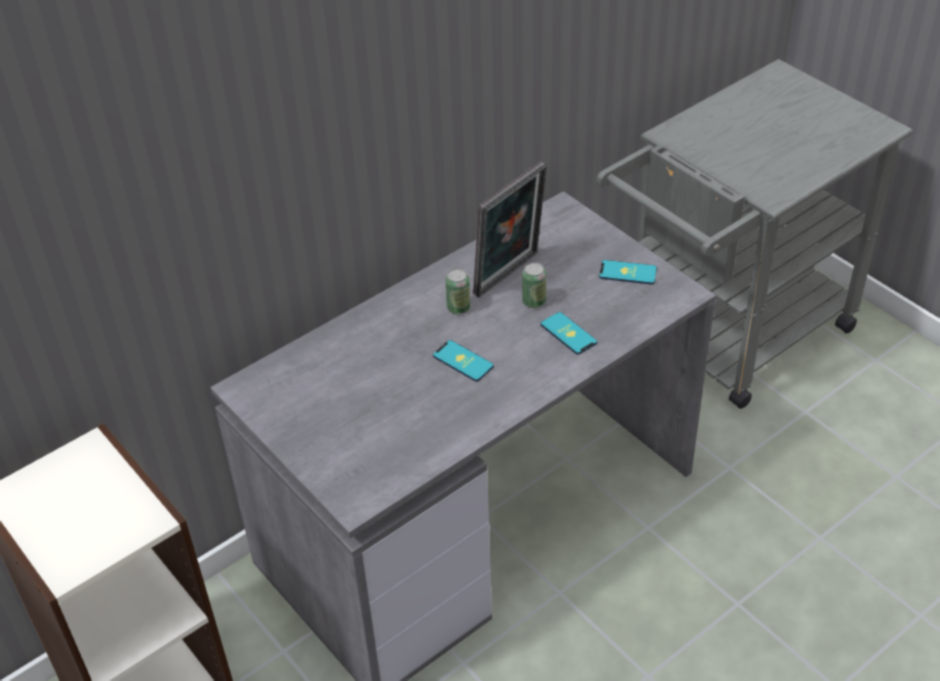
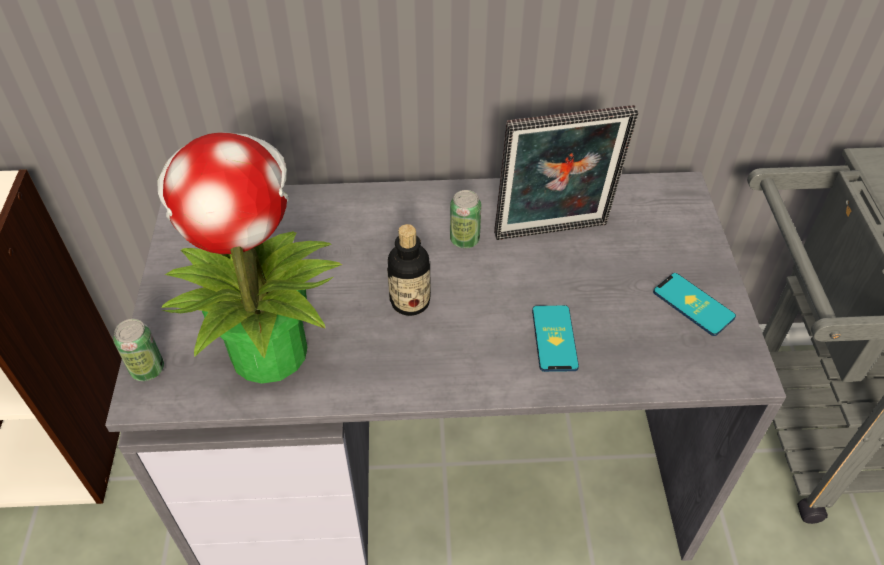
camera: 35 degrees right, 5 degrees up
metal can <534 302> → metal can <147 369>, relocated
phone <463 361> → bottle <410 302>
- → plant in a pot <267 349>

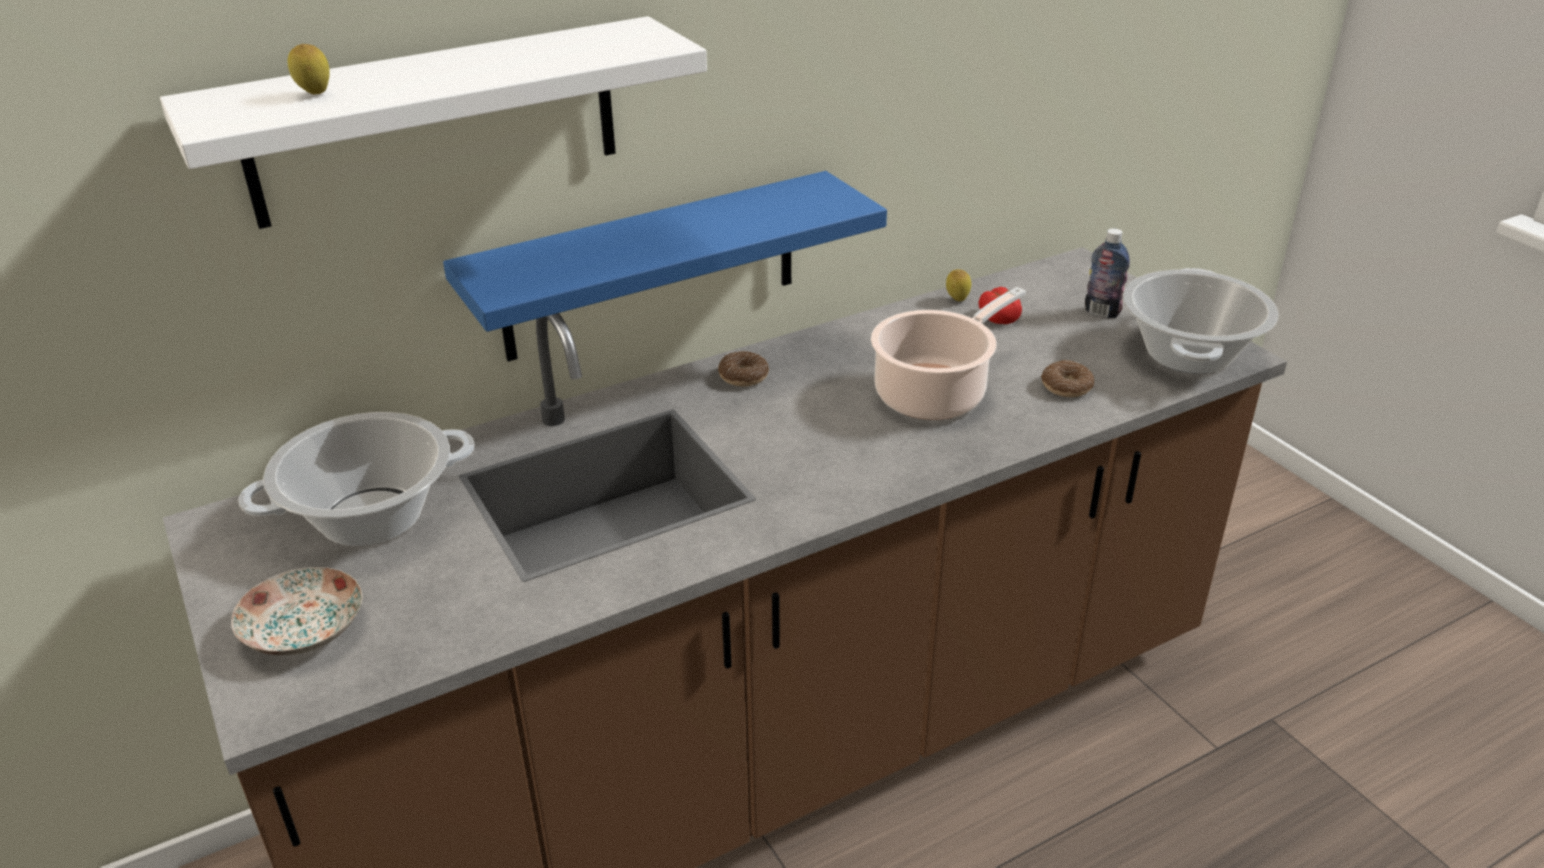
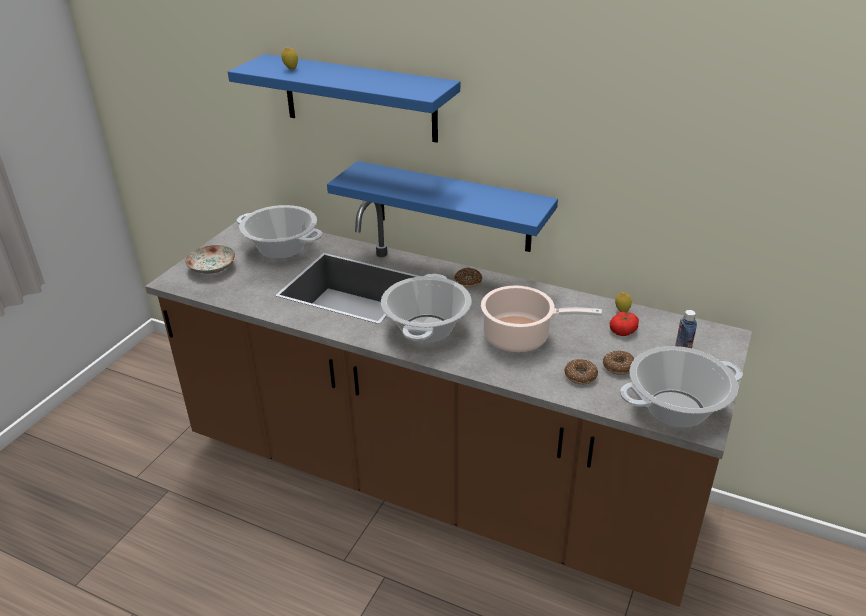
camera: 55 degrees right, 0 degrees up
whitish wall shelf <435 122> → blue-coloured wall shelf <359 98>
- → cooking pot <426 329>
- → ring doughnut <618 367>

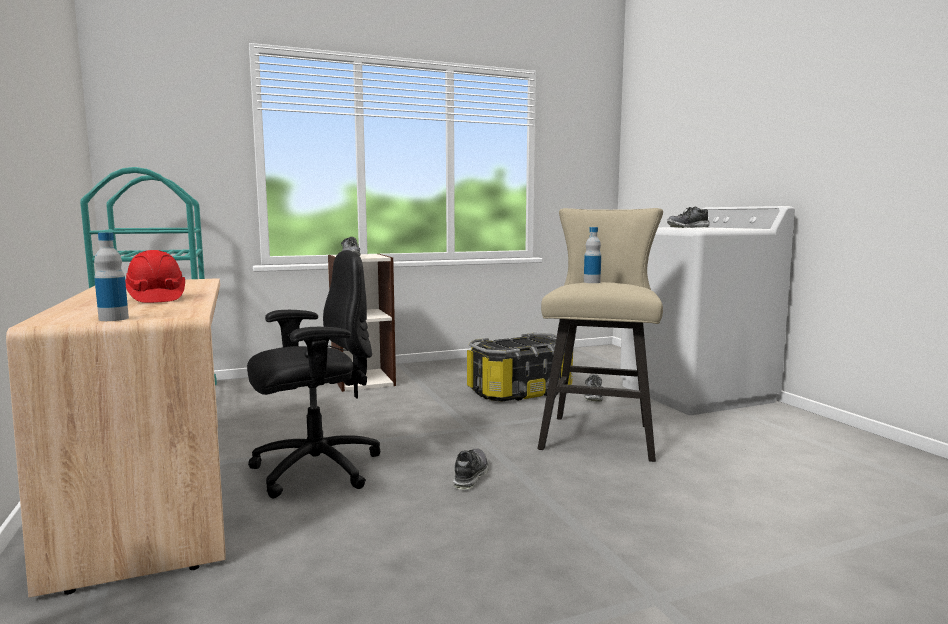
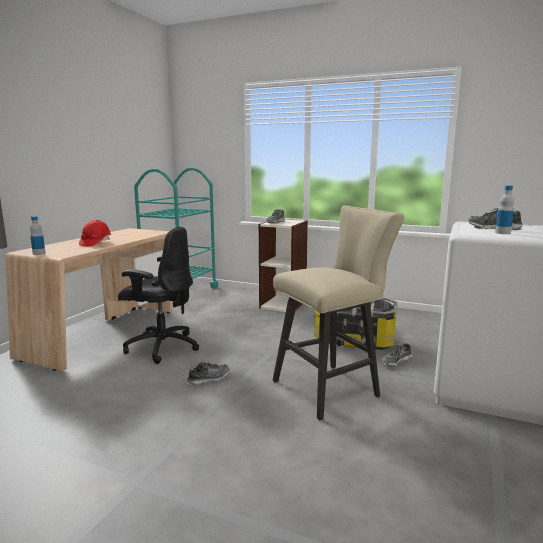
camera: 45 degrees right, 5 degrees up
bottle <592 282> → bottle <502 233>, relocated

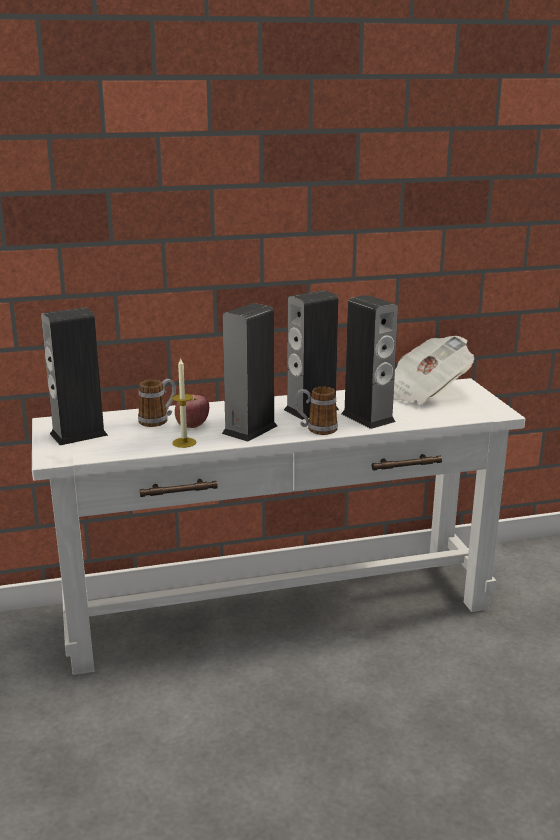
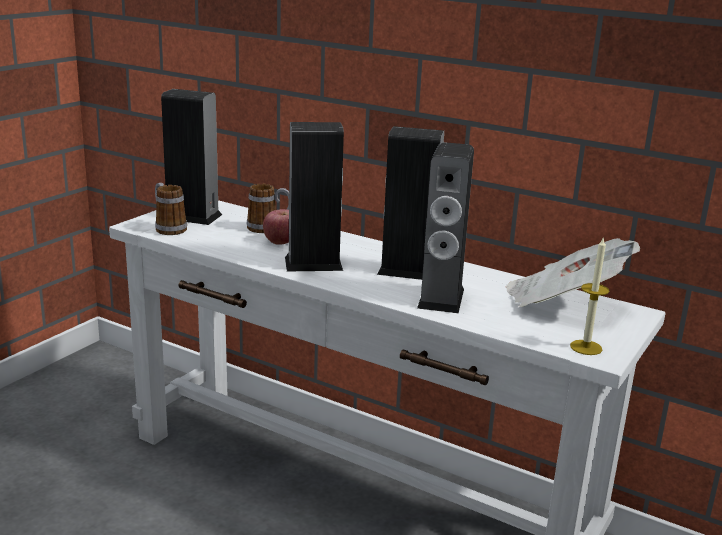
camera: 45 degrees right, 0 degrees up
wax light <184 442> → wax light <586 347>, relocated
tea mug <316 429> → tea mug <168 228>, relocated

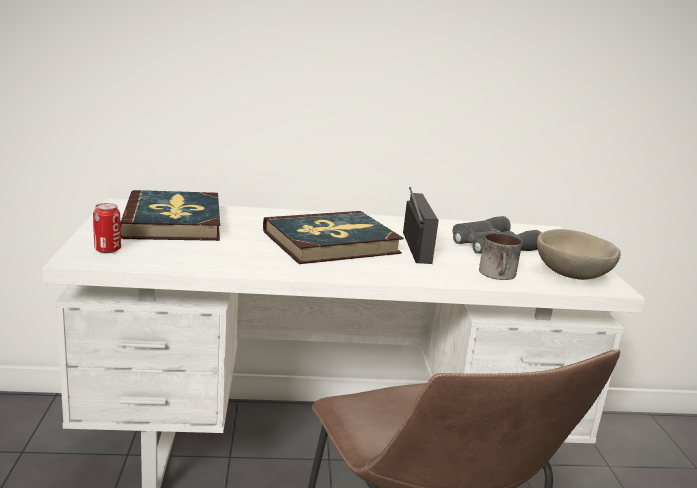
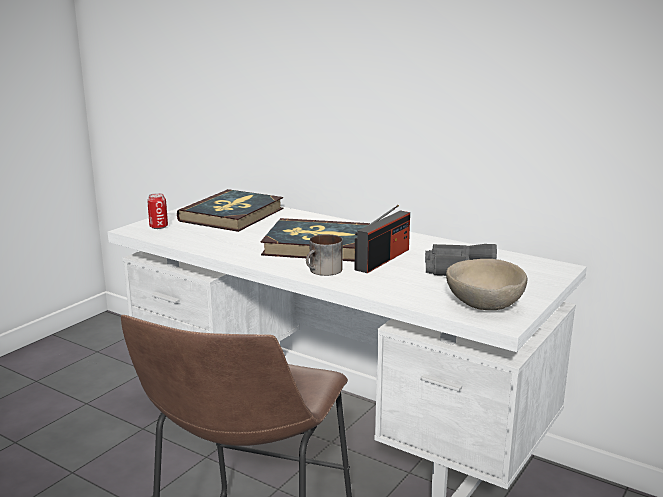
camera: 40 degrees right, 0 degrees up
tea mug <499 275> → tea mug <323 271>, relocated

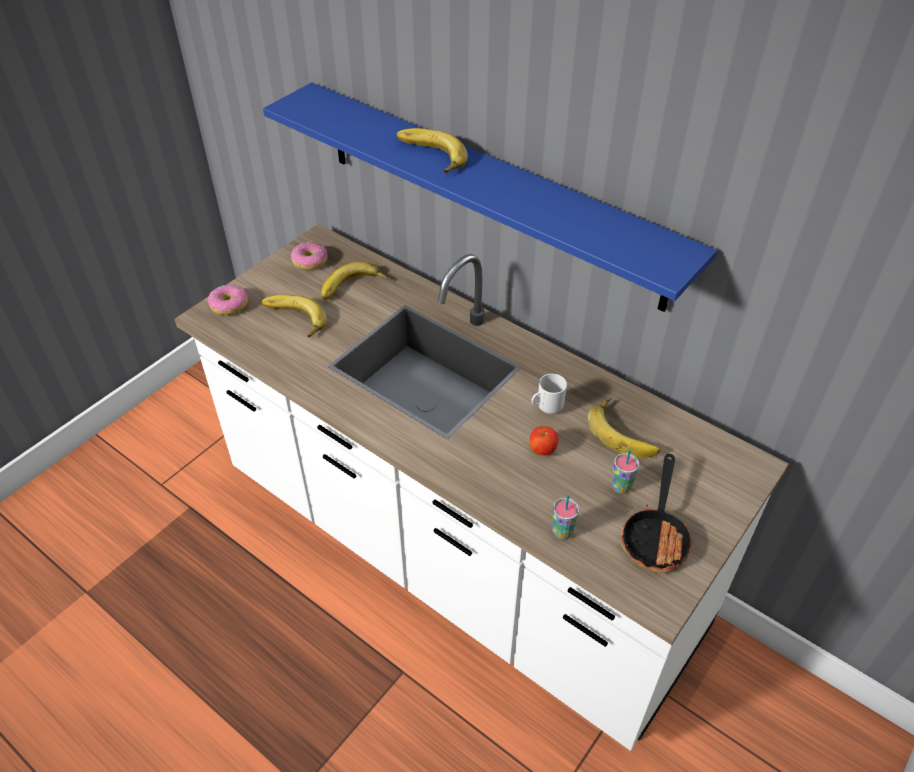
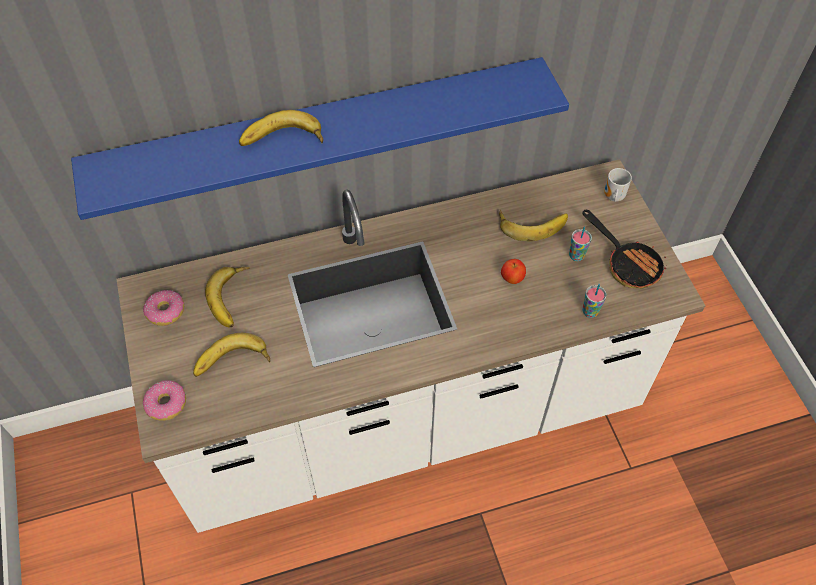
camera: 55 degrees left, 10 degrees up
tea mug <547 408> → tea mug <612 197>, relocated

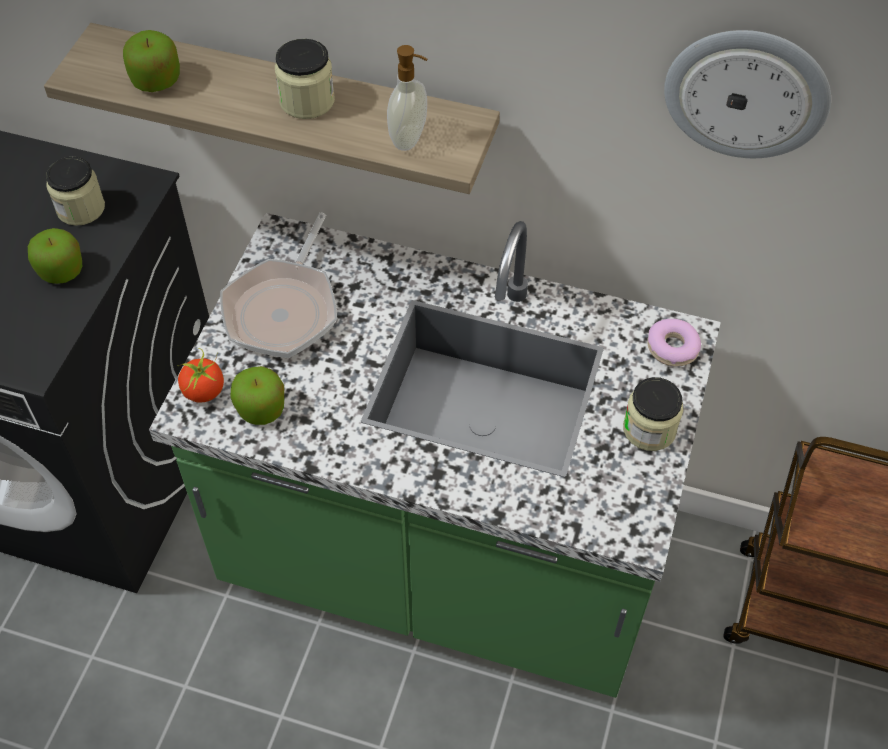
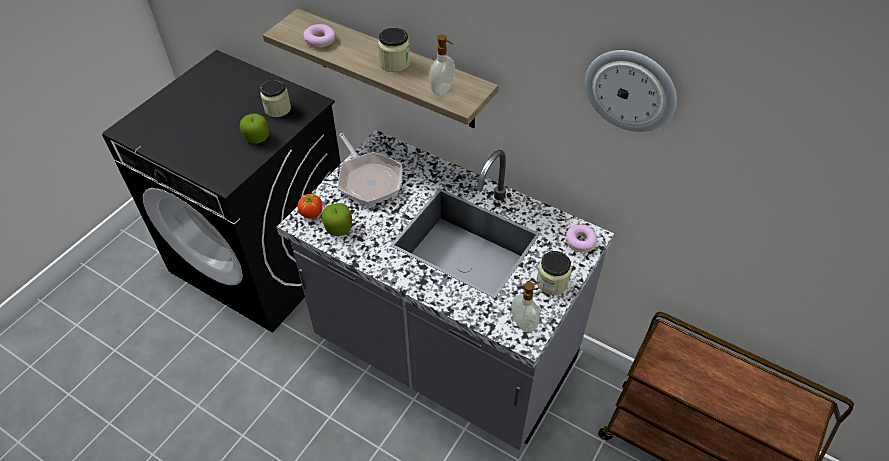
camera: 15 degrees right, 5 degrees down
whole apple <156 80> → ring doughnut <320 41>
green-coloured kitchen counter <443 562> → greyish kitchen counter <444 353>
frying pan <284 308> → frying pan <368 179>, 60 degrees counterclockwise
- → soap bottle <524 323>

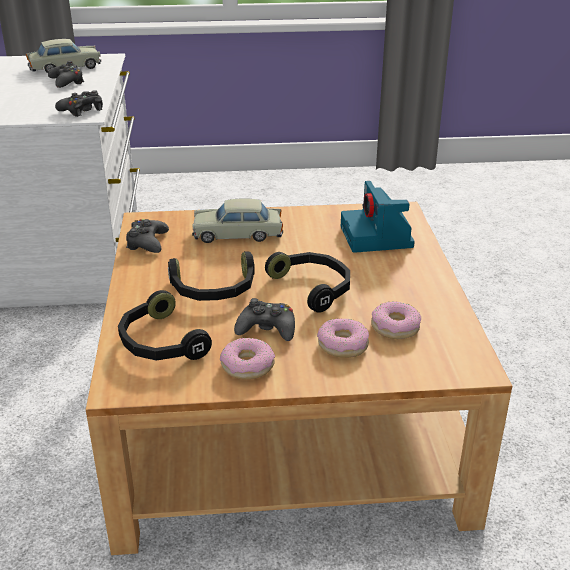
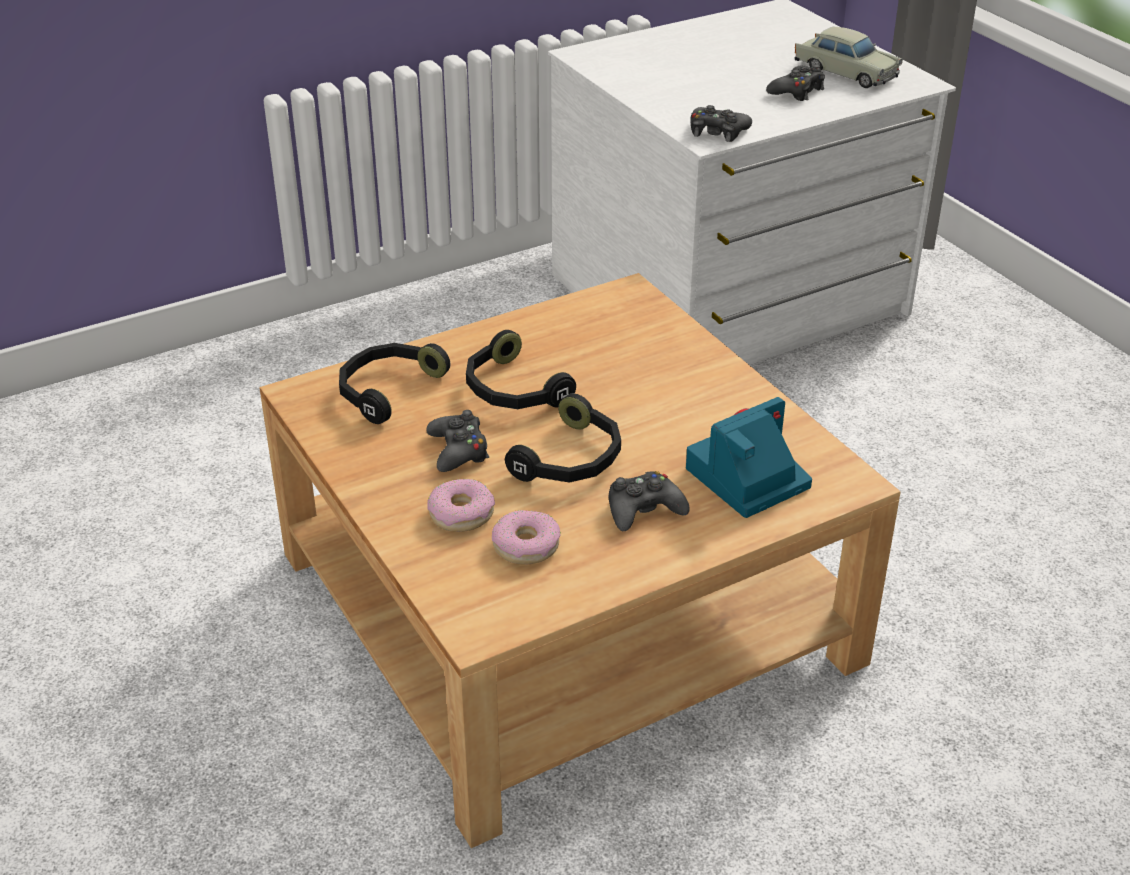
camera: 65 degrees right, 5 degrees up
beige model car <238 234> → -
blackish joypad <147 242> → blackish joypad <644 510>, relocated
ring doughnut <247 365> → -

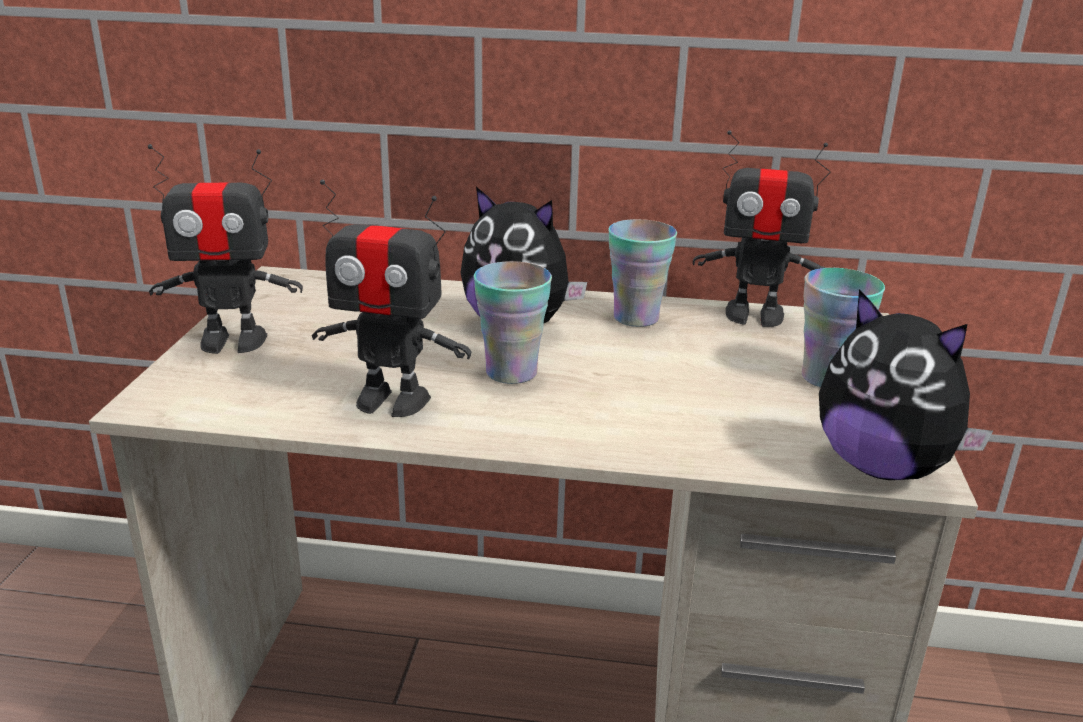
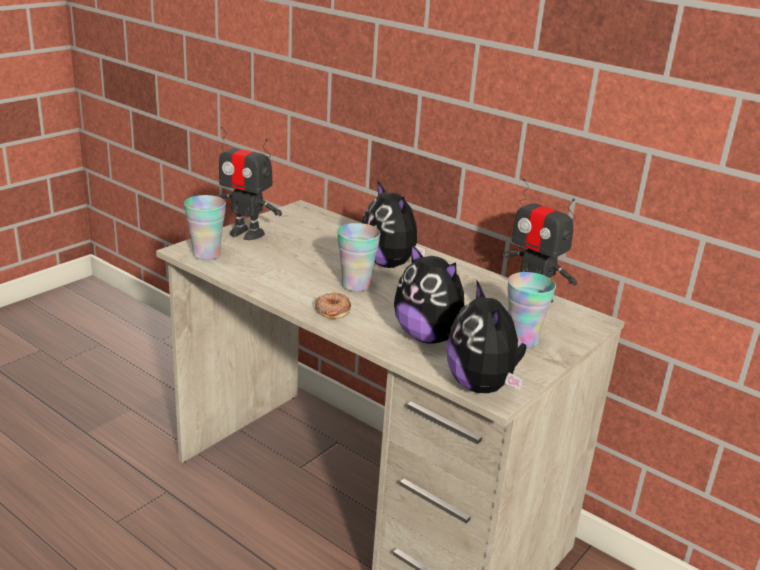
camera: 30 degrees right, 0 degrees up
robot figure <392 400> → -
small cup <636 318> → small cup <206 254>, relocated
- → plush toy <429 337>
- → ring doughnut <332 310>

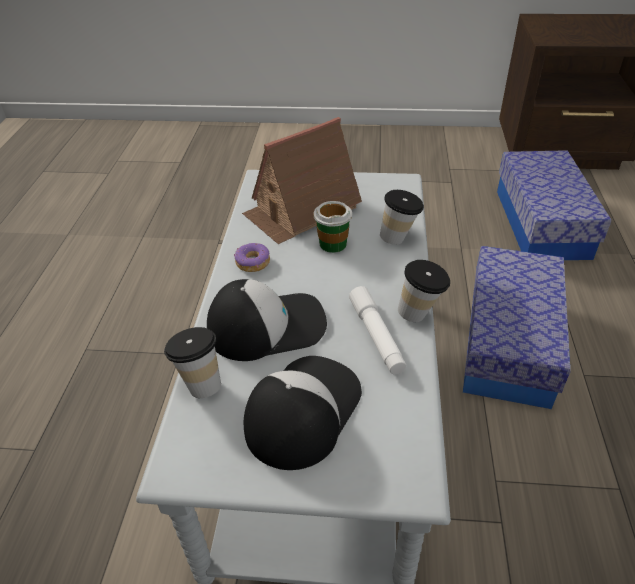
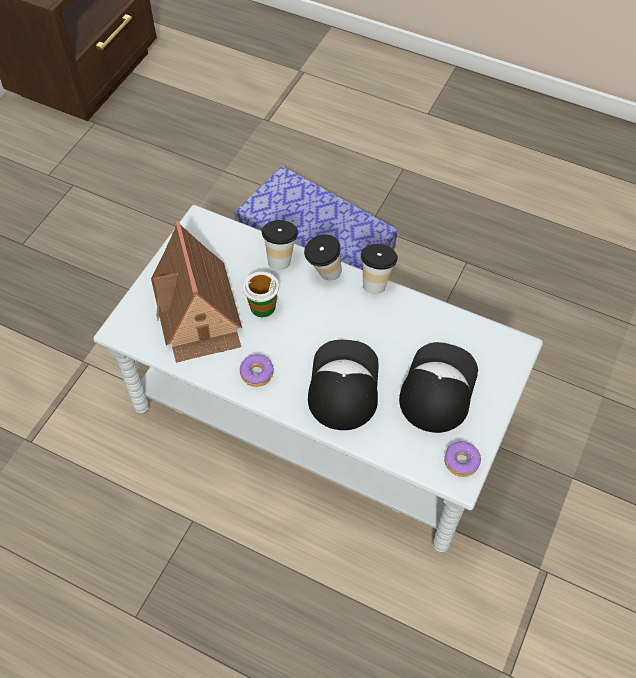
camera: 70 degrees left, 15 degrees up
storage bin <541 223> → -
whitish torch <376 336> → -
small cup <200 383> → small cup <323 274>, relocated
peaked cap <302 410> → peaked cap <437 387>, 60 degrees clockwise
- → ring doughnut <461 461>

